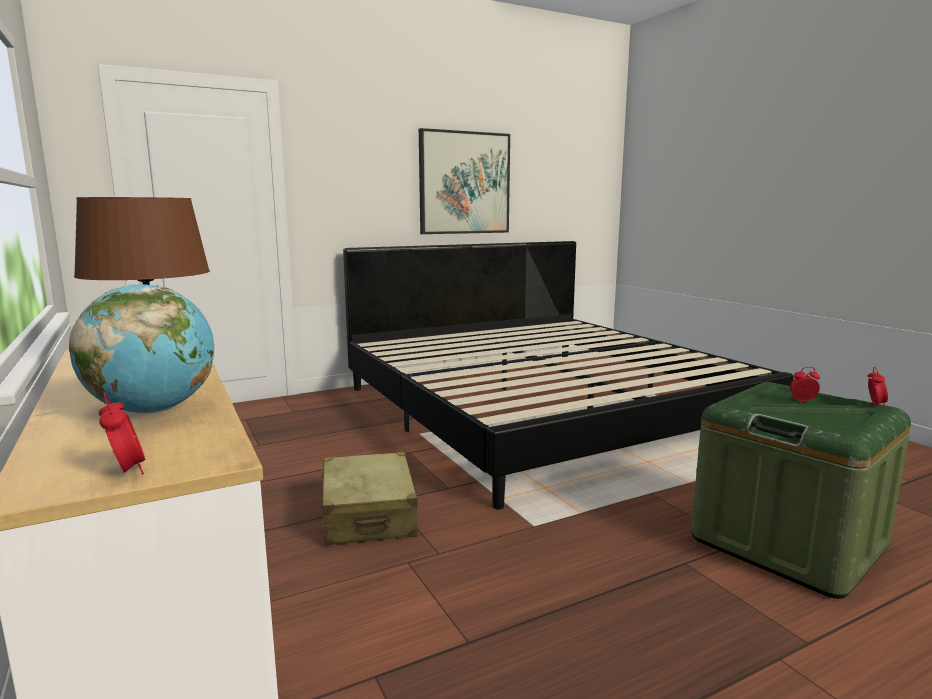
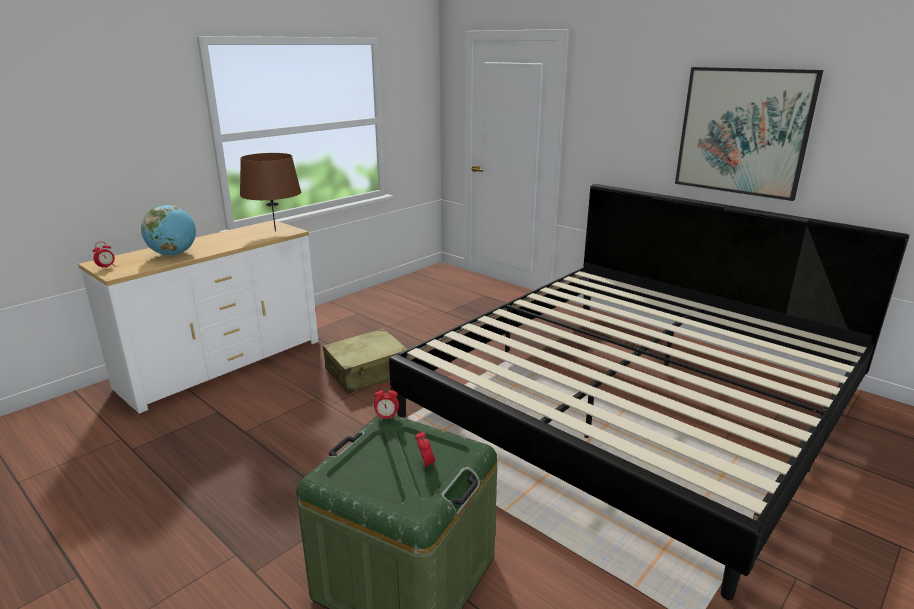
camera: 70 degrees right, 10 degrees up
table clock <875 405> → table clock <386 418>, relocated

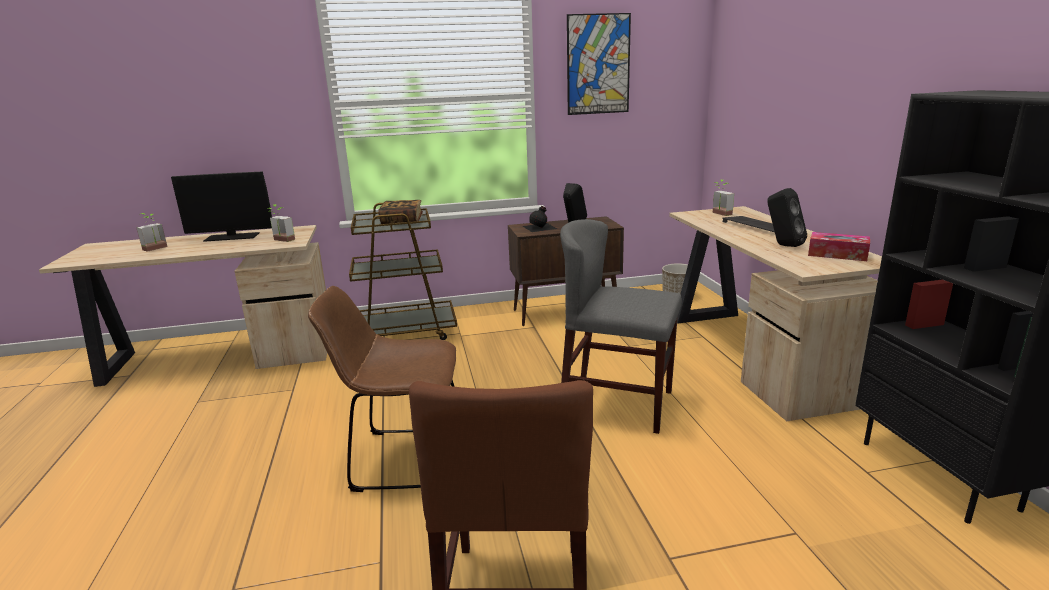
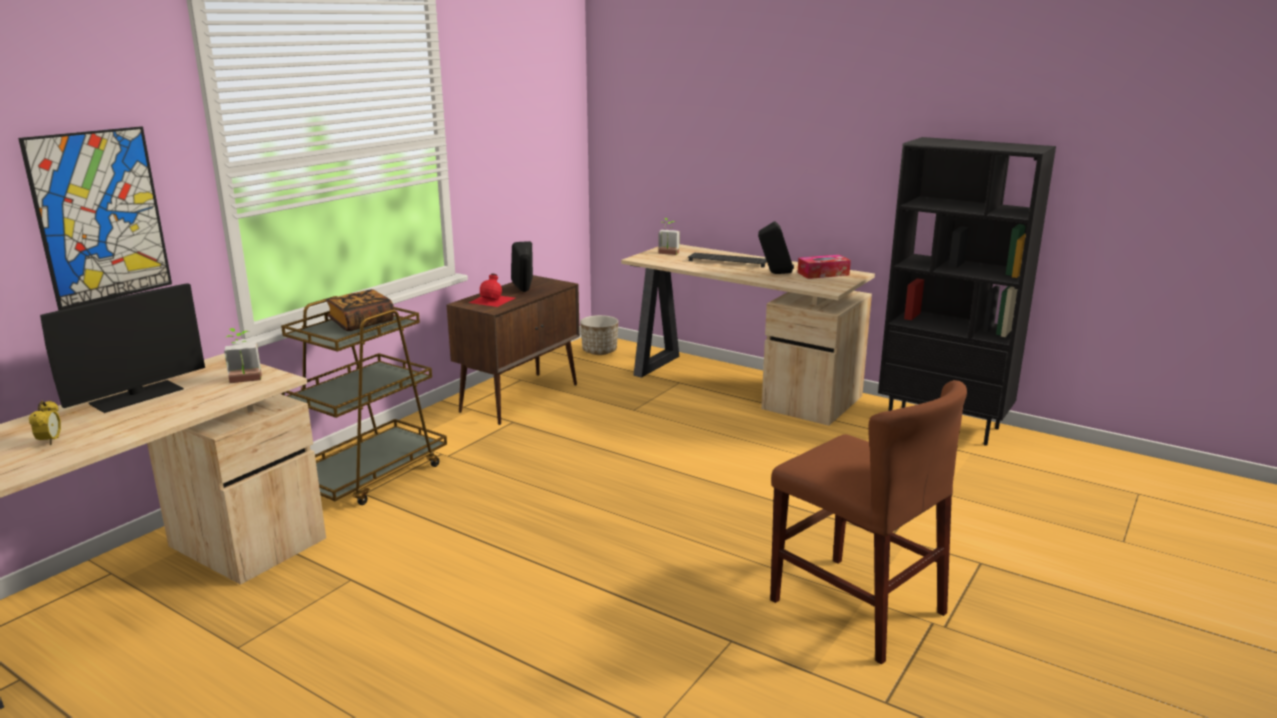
camera: 45 degrees left, 0 degrees up
wall art <598 64> → wall art <100 216>, relocated
blackish bottle <540 227> → red bottle <493 300>
plant in a pot <157 249> → table clock <50 441>
greyish chair <617 403> → -
brown-coloured chair <403 459> → -

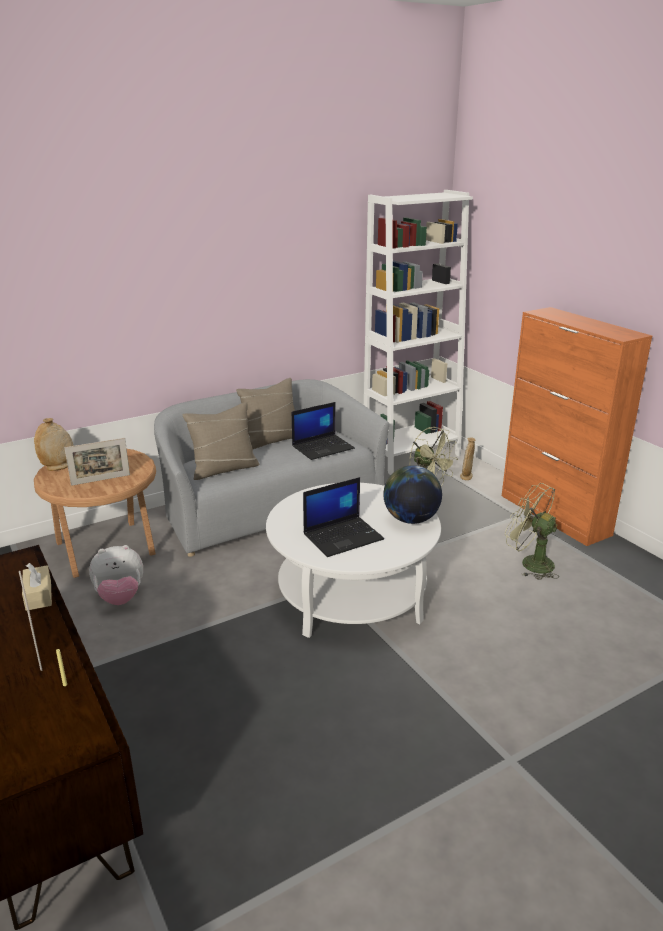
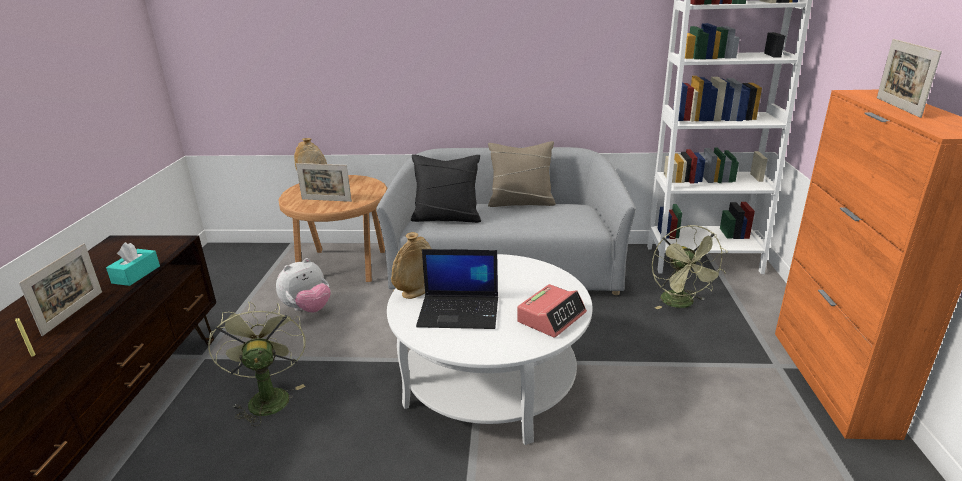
camera: 35 degrees right, 0 degrees up
beige throw pillow <224 469> → blackish throw pillow <447 218>
notebook computer <323 447> → -
beige vase <466 476> → beige vase <414 293>, relocated
world globe <410 519> → table clock <551 317>
green-coloured cooling fan <530 563> → green-coloured cooling fan <267 396>, relocated
plush toy <120 598> → plush toy <308 309>, 60 degrees counterclockwise
beige tissue box <38 595> → turquoise tissue box <136 274>
- → photo frame <897 107>

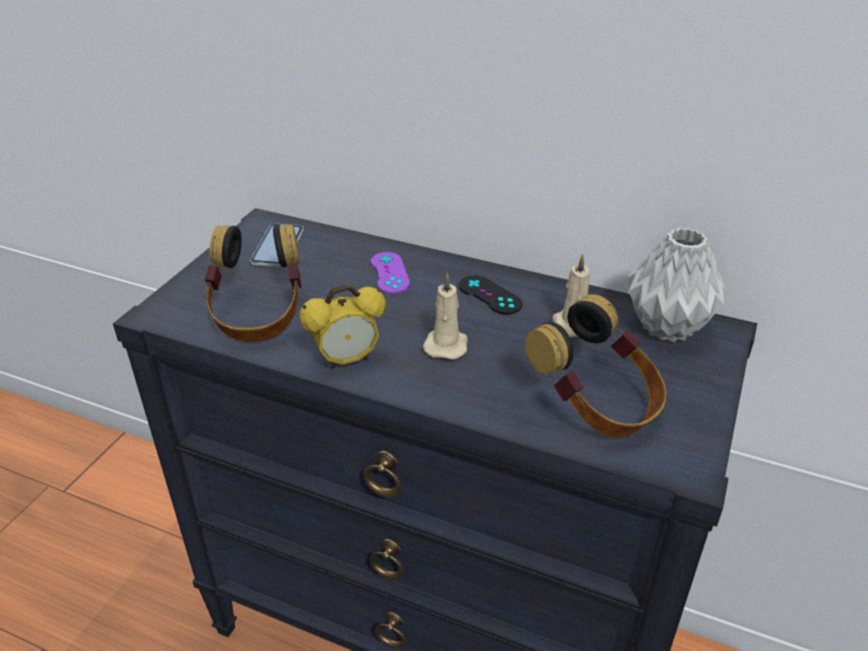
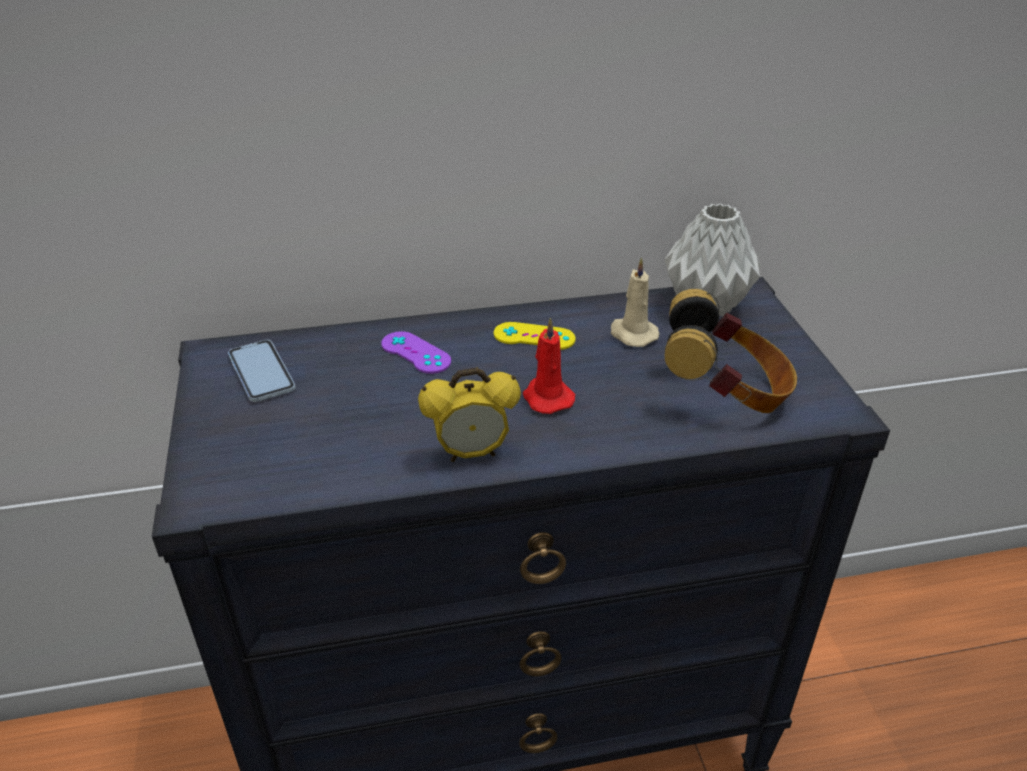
camera: 35 degrees left, 0 degrees up
pair of headphones <259 316> → -
beige wax light <446 344> → red wax light <546 397>
blackish joypad <489 295> → yellowish joypad <534 336>
table clock <347 360> → table clock <471 453>, 45 degrees clockwise

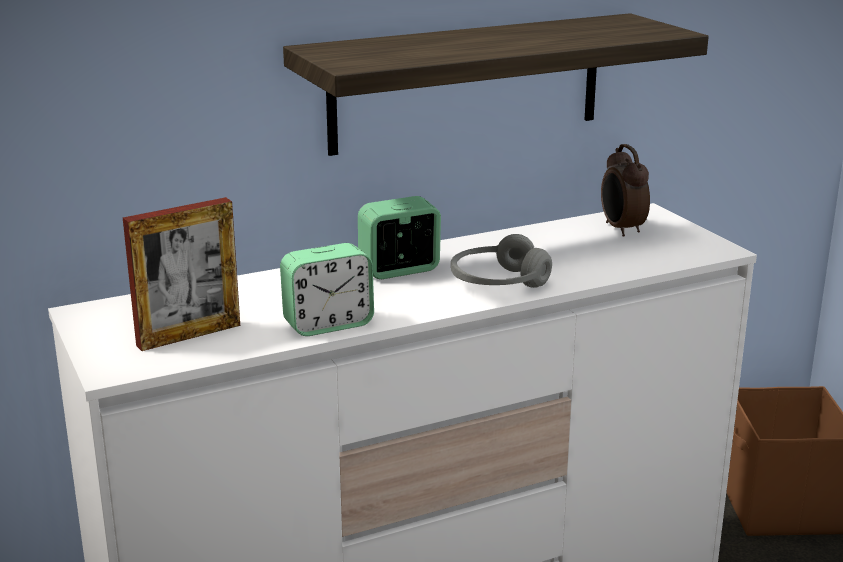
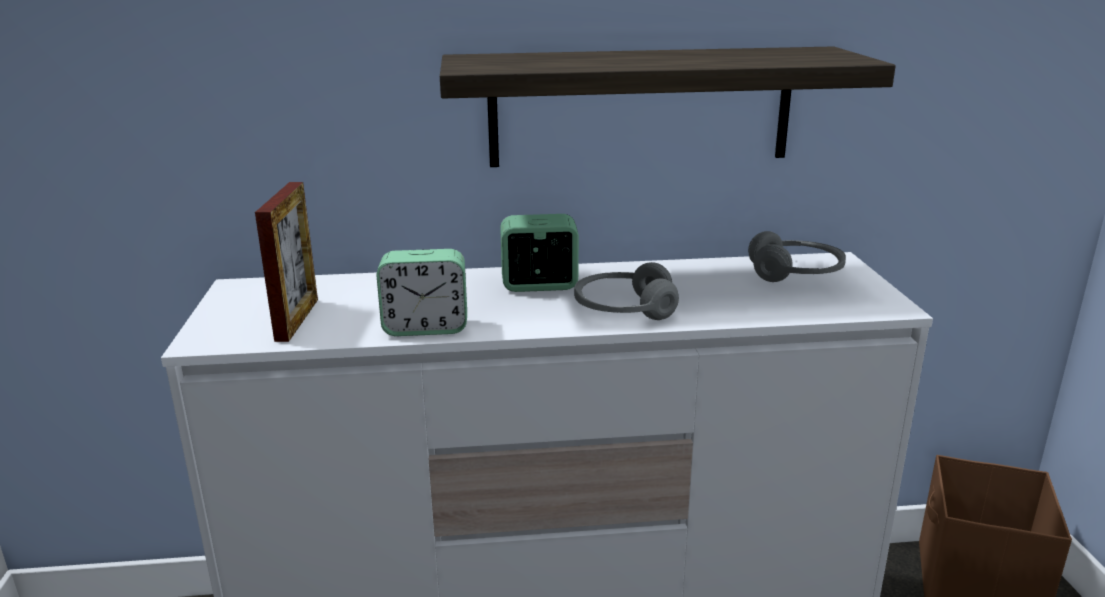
camera: 20 degrees right, 0 degrees up
table clock <621 229> → greyish pair of headphones <795 273>
photo frame <189 335> → photo frame <297 319>, 75 degrees counterclockwise

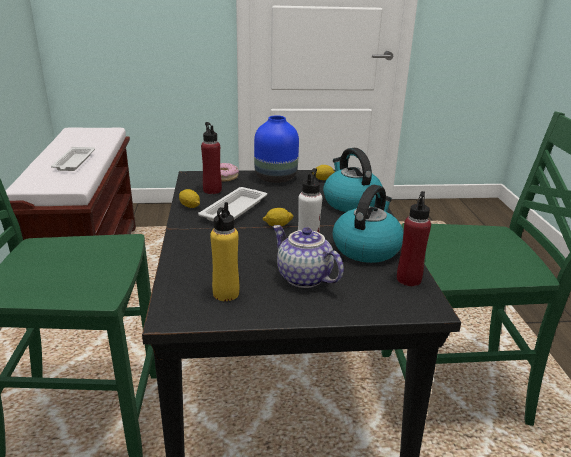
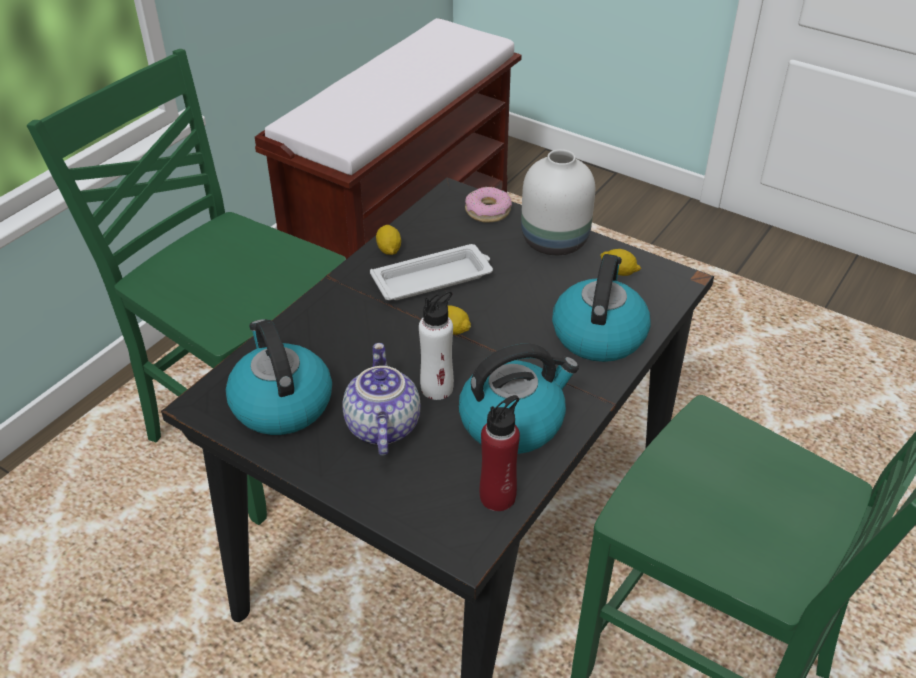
camera: 40 degrees right, 15 degrees up
blue-coloured vase <276 178> → whitish vase <554 242>
red bottle <212 190> → -
whitish serving tray <74 162> → -
yellowish bottle <226 294> → tea kettle <280 403>

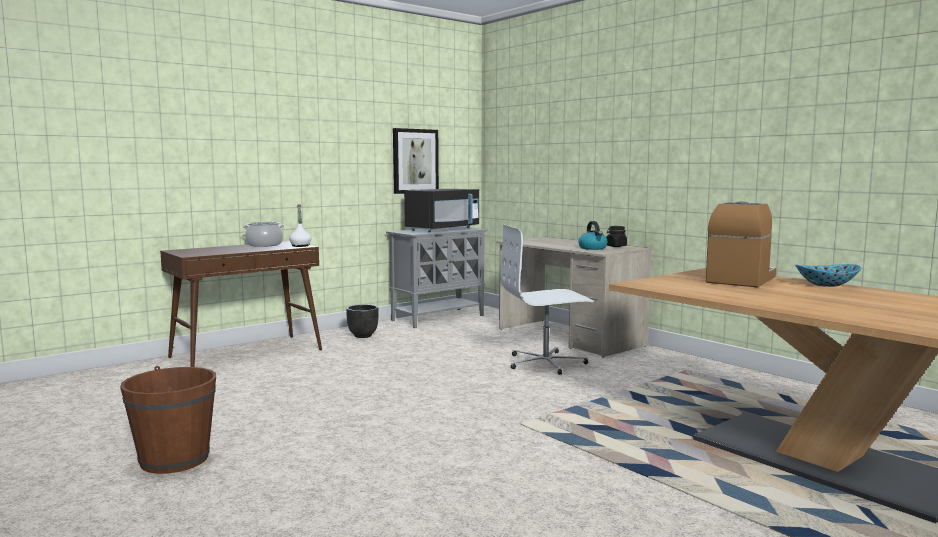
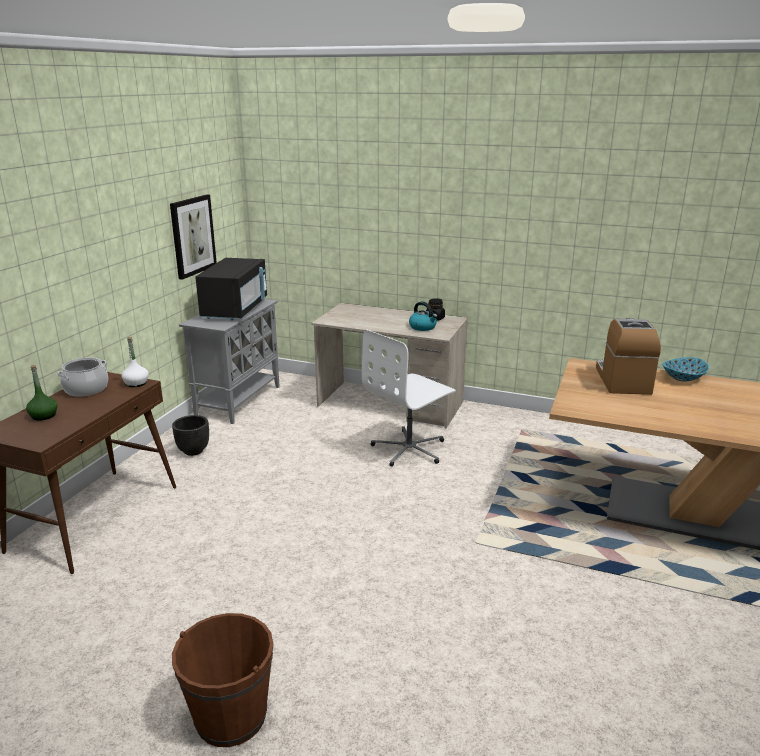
camera: 30 degrees left, 15 degrees up
- → green-coloured bottle <44 416>

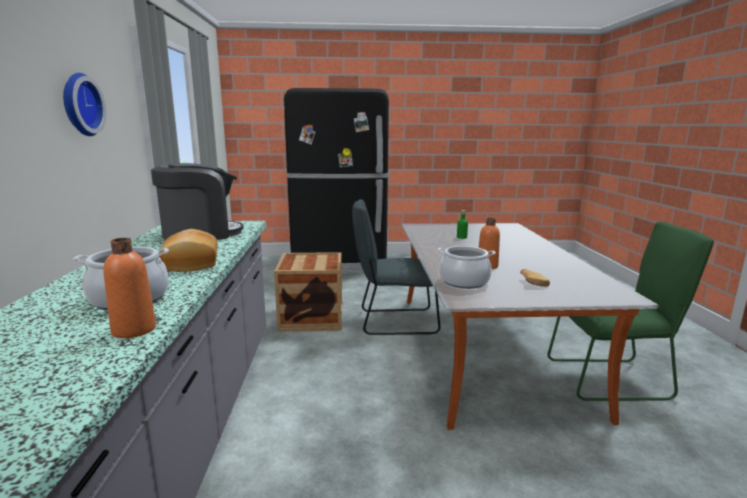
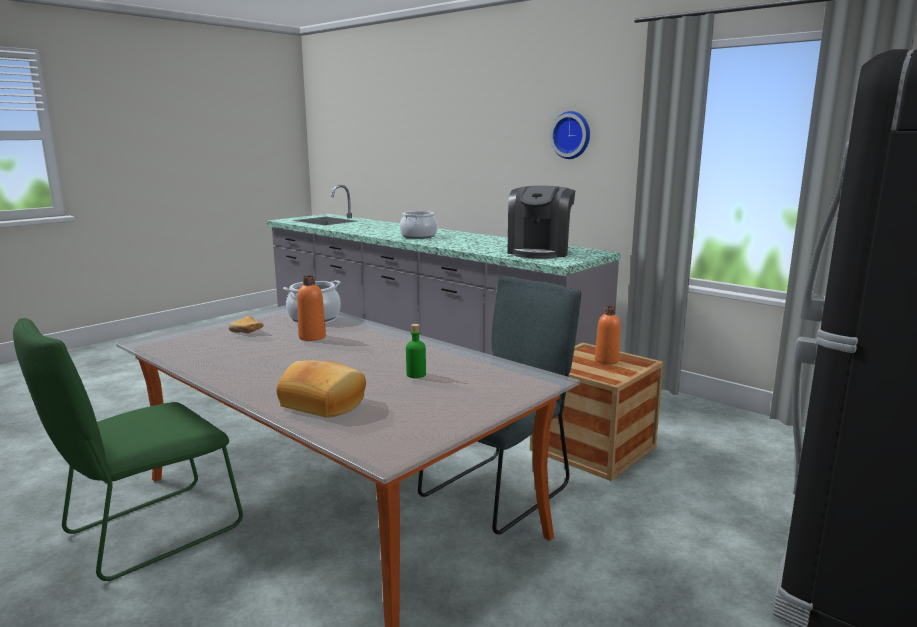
camera: 135 degrees right, 0 degrees up
baked bread <190 263> → baked bread <324 403>, relocated
orangey bottle <134 330> → orangey bottle <606 360>, relocated

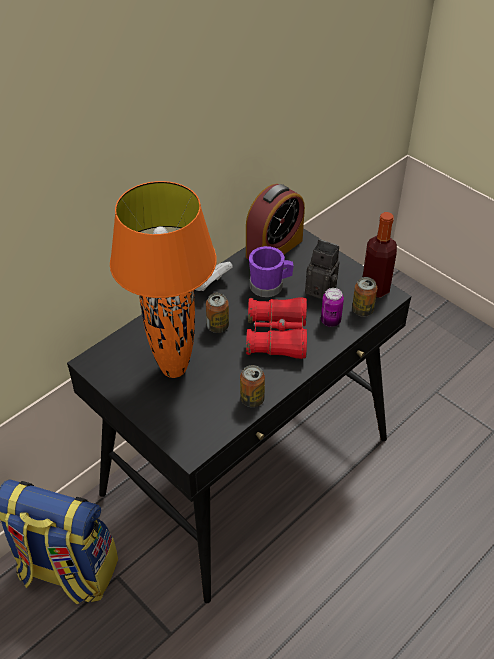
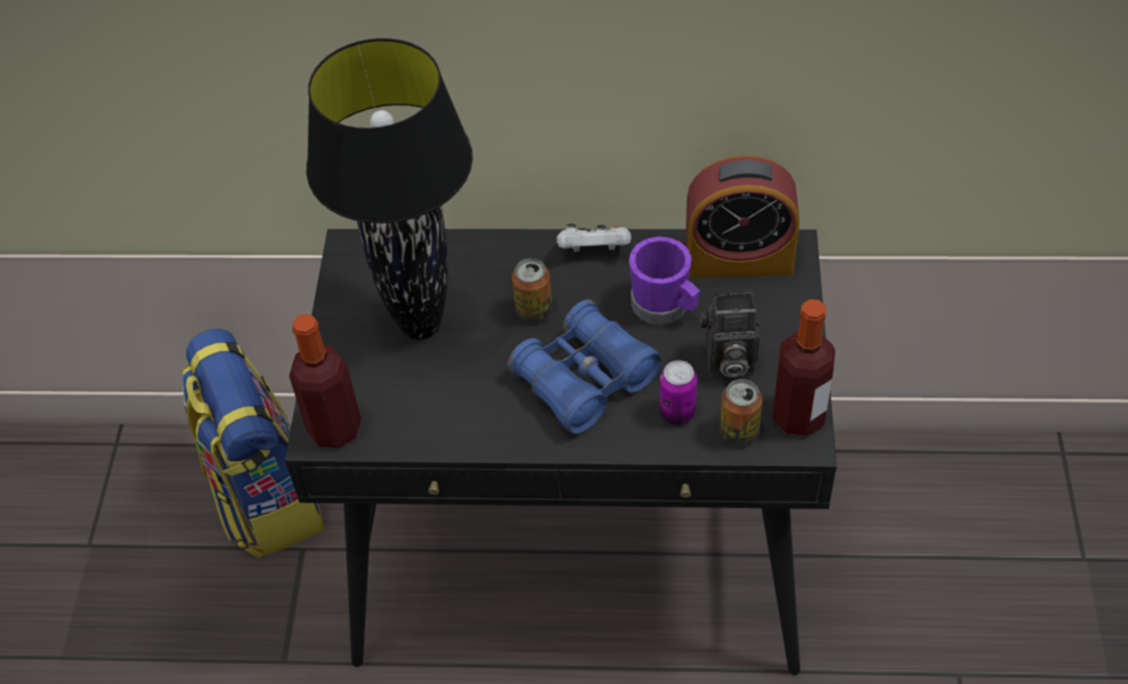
camera: 50 degrees right, 5 degrees up
orangey lamp for a table <174 368> → blackish lamp for a table <422 325>
still camera <323 289> → still camera <727 362>, 105 degrees clockwise
red field glasses <277 336> → blue-coloured field glasses <585 380>
metal can <252 399> → -
- → bottle <335 428>

